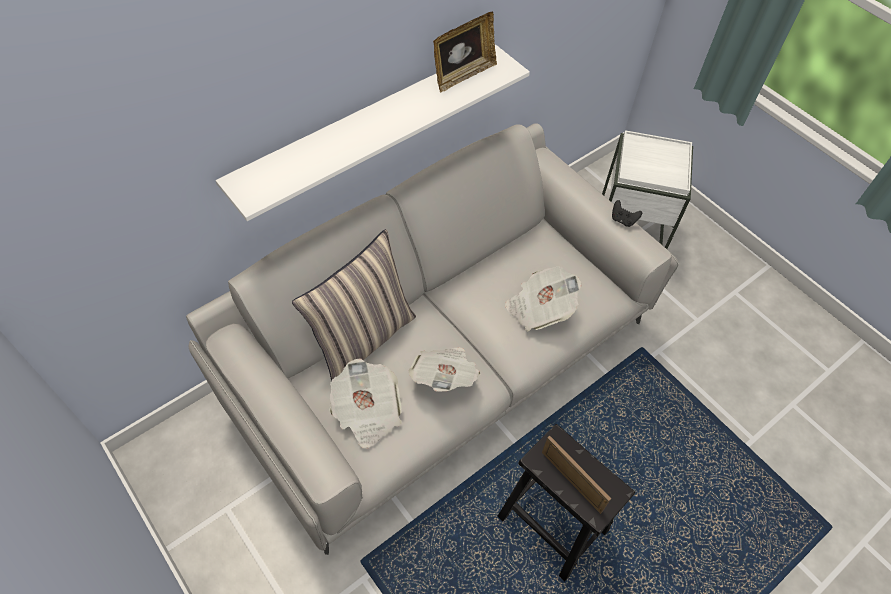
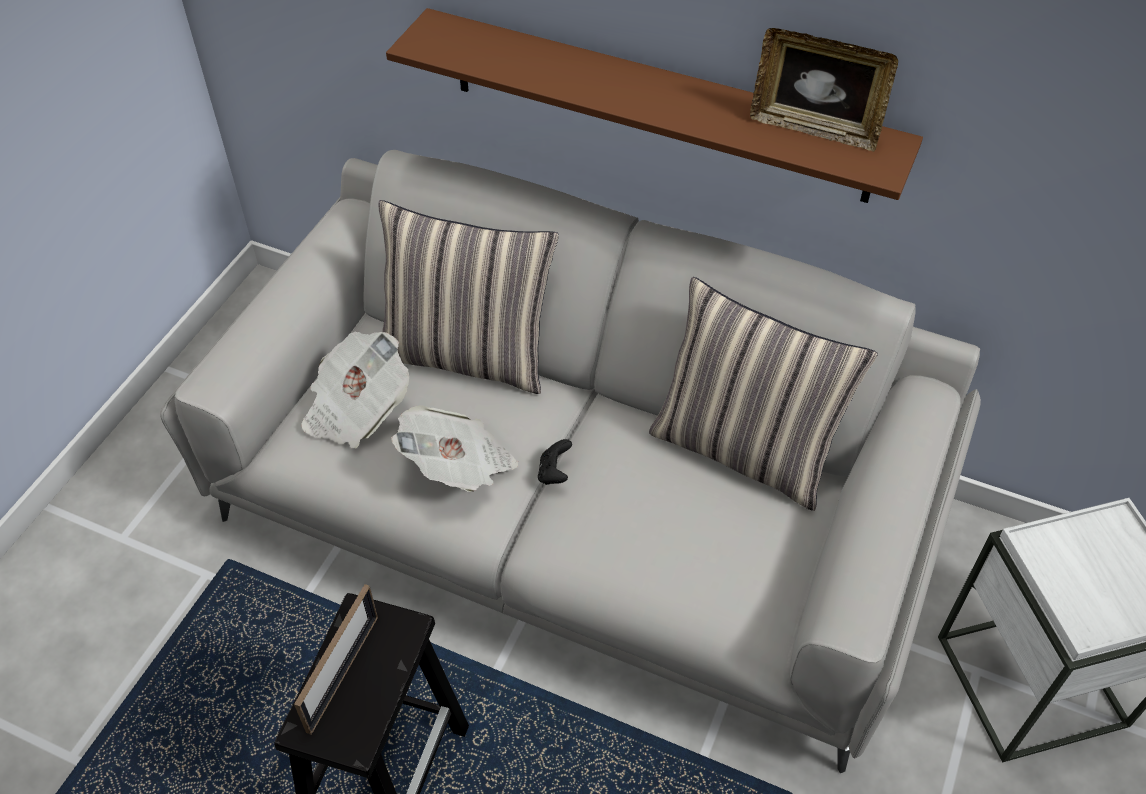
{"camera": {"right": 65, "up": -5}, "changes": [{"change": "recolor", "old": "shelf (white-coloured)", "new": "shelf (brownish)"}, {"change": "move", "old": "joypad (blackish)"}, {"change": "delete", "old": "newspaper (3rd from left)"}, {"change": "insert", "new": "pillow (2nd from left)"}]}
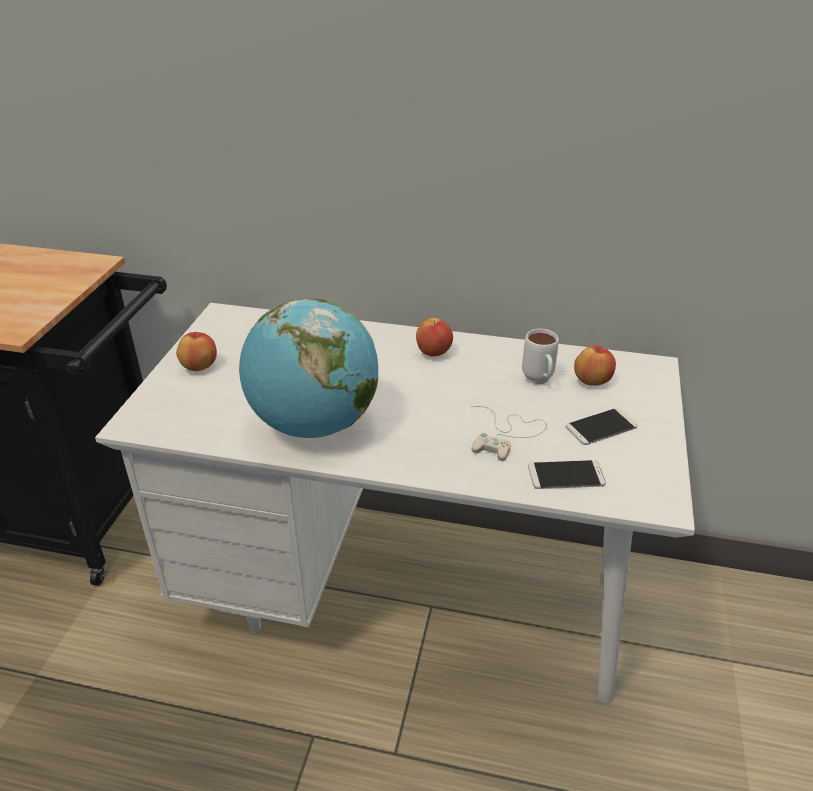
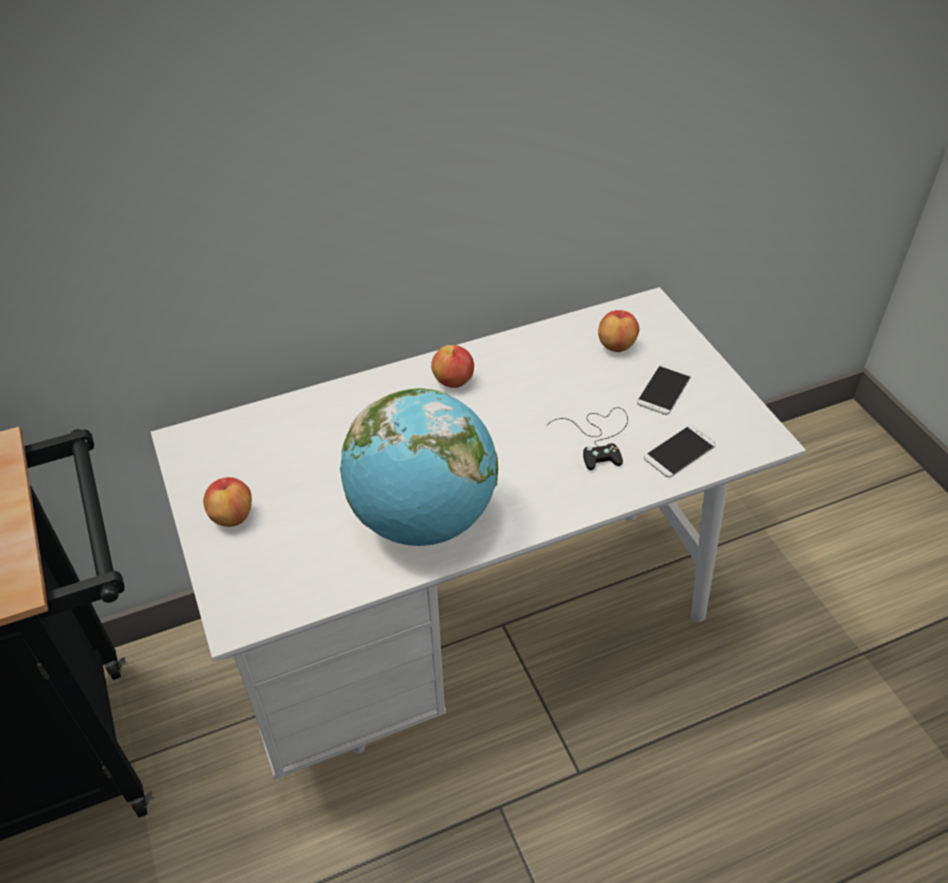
{"camera": {"right": -35, "up": 10}, "changes": [{"change": "delete", "old": "coffee mug (white-coloured)"}, {"change": "recolor", "old": "joypad (white-coloured)", "new": "joypad (blackish)"}]}
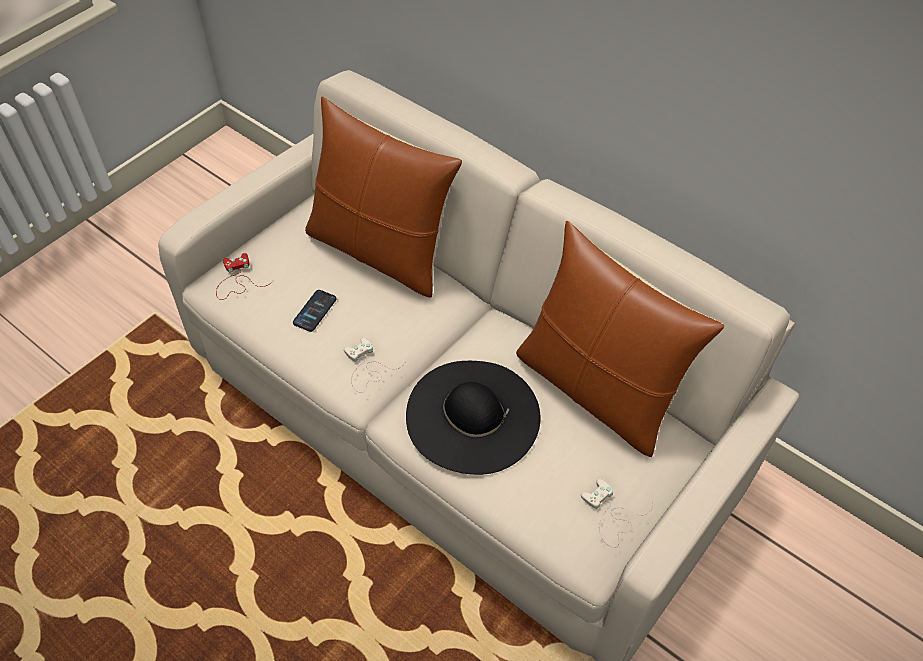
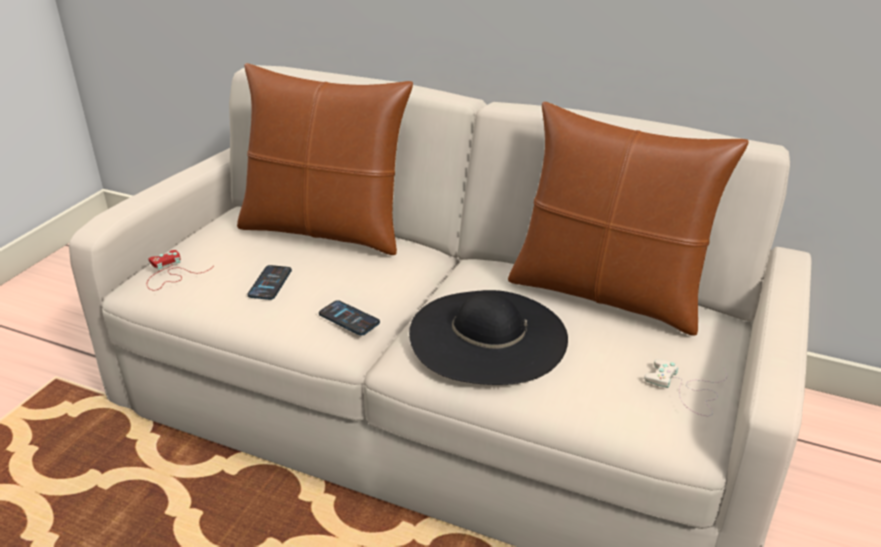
{"camera": {"right": -15, "up": -20}, "changes": [{"change": "replace", "old": "joypad (white-coloured) (1st from left)", "new": "phone (2nd from left)"}]}
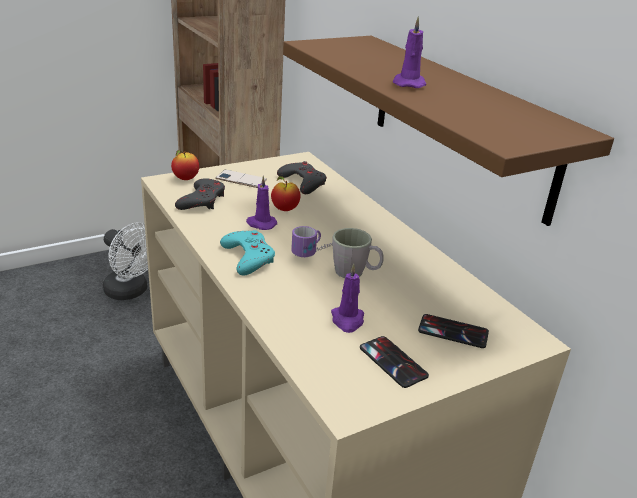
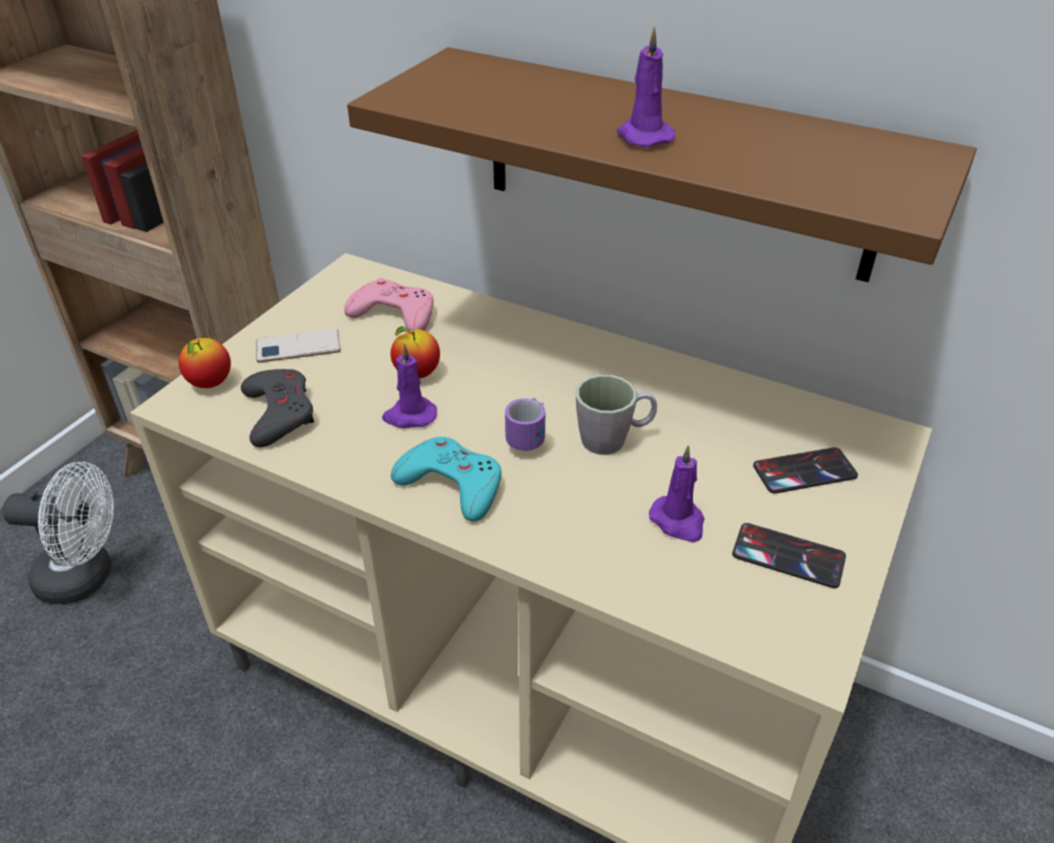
{"camera": {"right": -30, "up": 10}, "changes": [{"change": "recolor", "old": "joypad (greyish) (2nd from left)", "new": "joypad (pink)"}]}
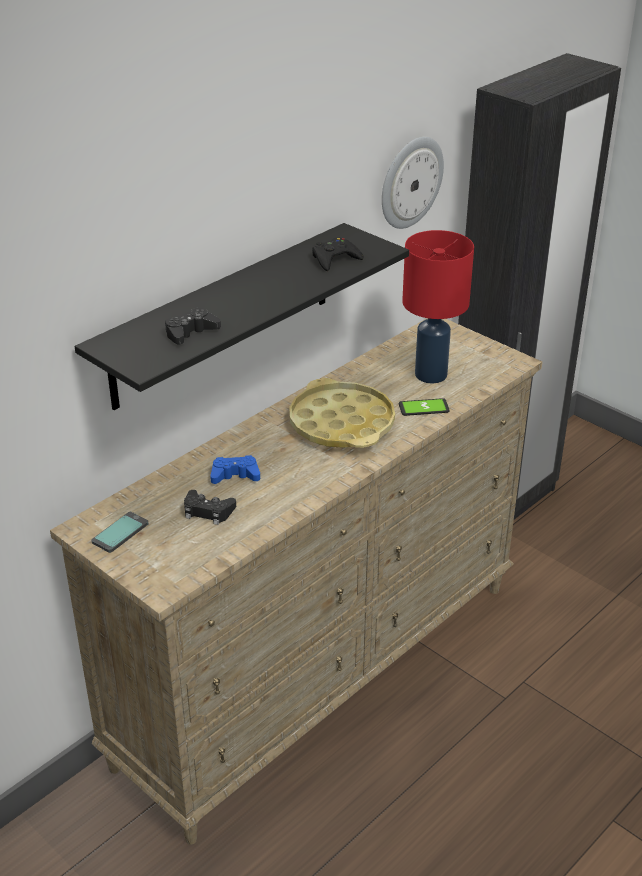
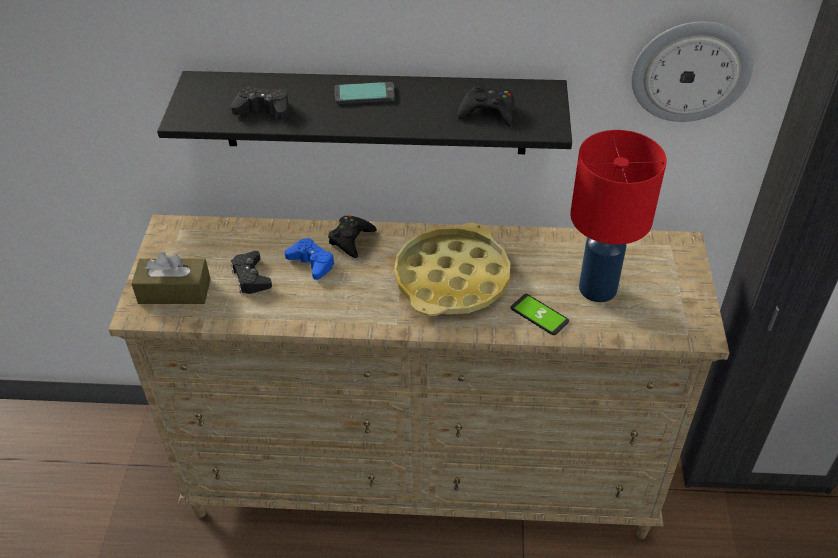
{"camera": {"right": 50, "up": 10}, "changes": [{"change": "move", "old": "phone (1st from left)"}, {"change": "insert", "new": "joypad (blackish) (3rd from left)"}, {"change": "insert", "new": "tissue holder (brownish)"}]}
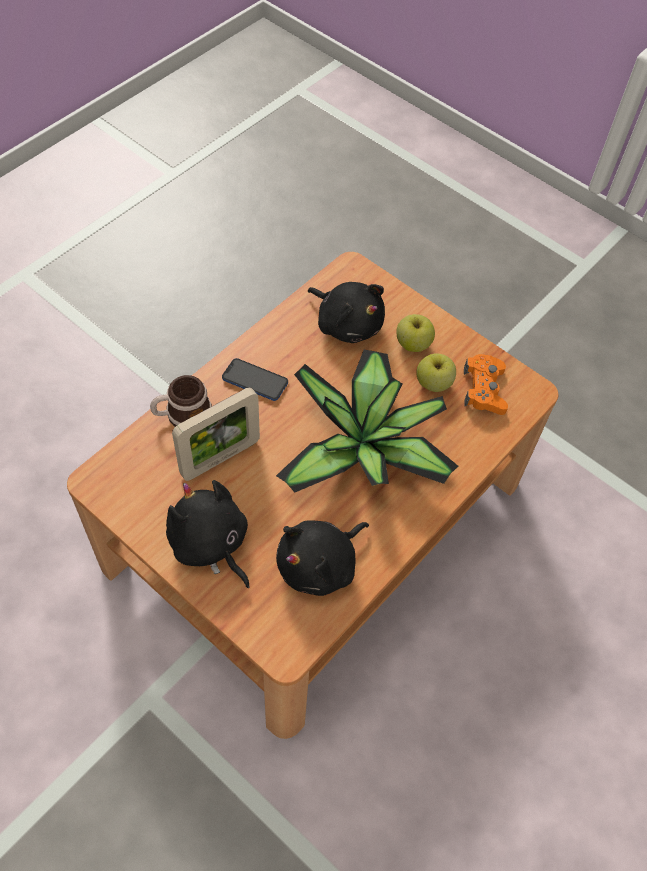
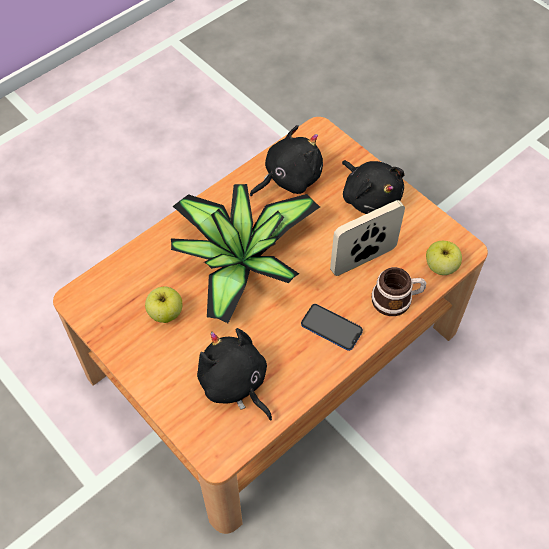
{"camera": {"right": -170, "up": 0}, "changes": [{"change": "move", "old": "apple (1st from left in the first image)", "new": "apple (2nd from left)"}, {"change": "delete", "old": "joypad (orange-coloured)"}]}
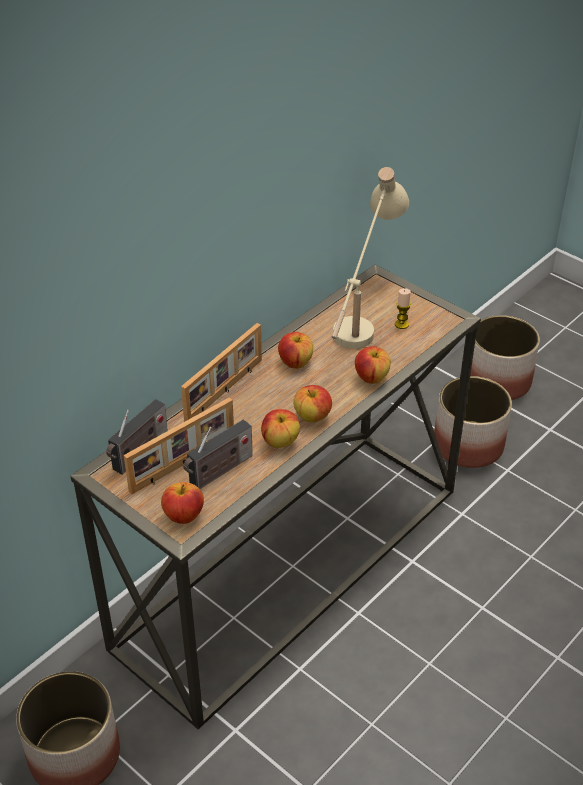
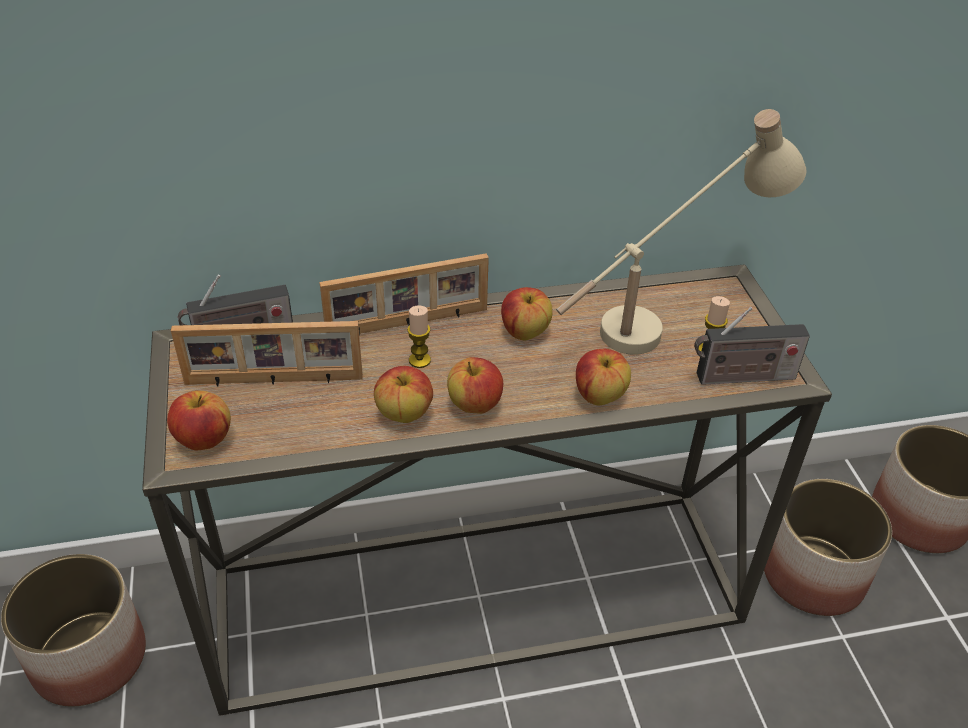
{"camera": {"right": 35, "up": 0}, "changes": [{"change": "move", "old": "radio set (2nd from left)"}, {"change": "insert", "new": "candle (1st from left)"}]}
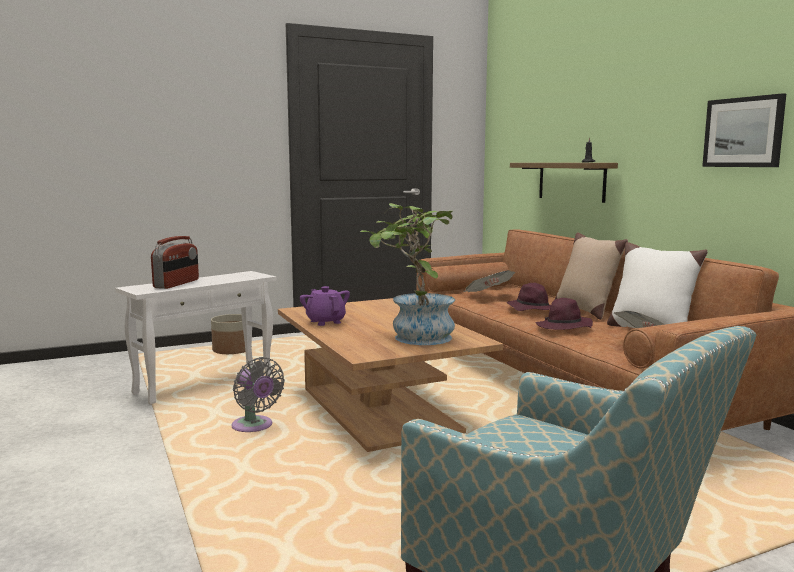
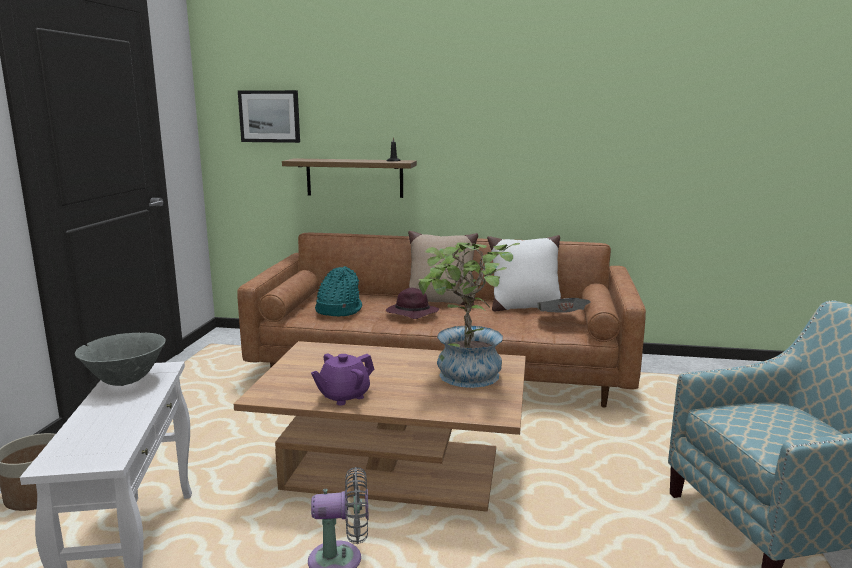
{"camera": {"right": -55, "up": 5}, "changes": [{"change": "move", "old": "picture"}, {"change": "delete", "old": "radio set"}, {"change": "replace", "old": "newspaper (1st from left)", "new": "hat (turquoise)"}, {"change": "rotate", "old": "teapot (purple)", "degrees": -45}, {"change": "delete", "old": "hat (purple) (2nd from left)"}, {"change": "insert", "new": "bowl (greyish)"}]}
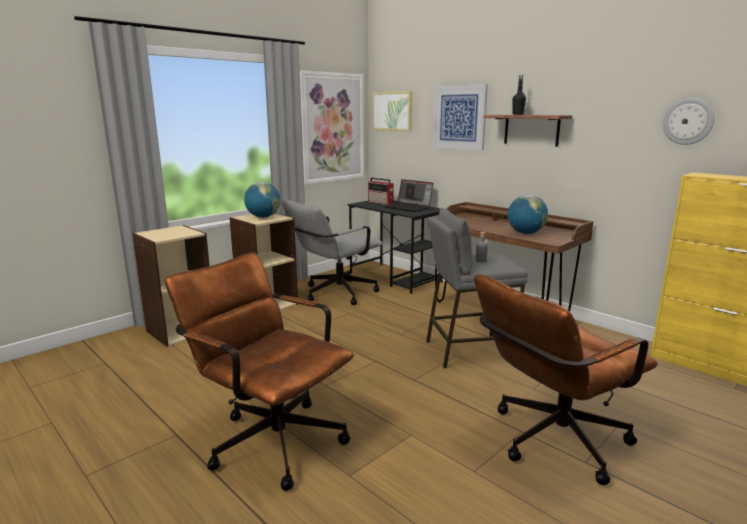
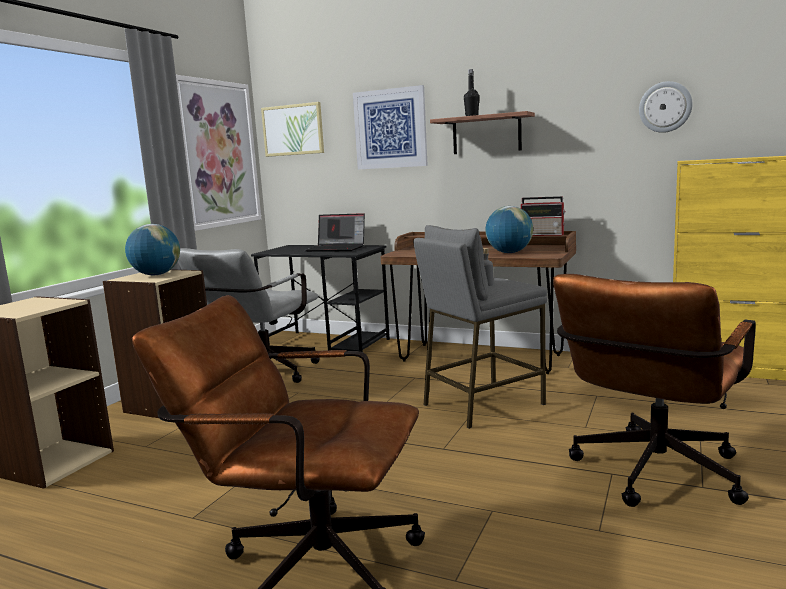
{"camera": {"right": -20, "up": -5}, "changes": [{"change": "move", "old": "radio set"}]}
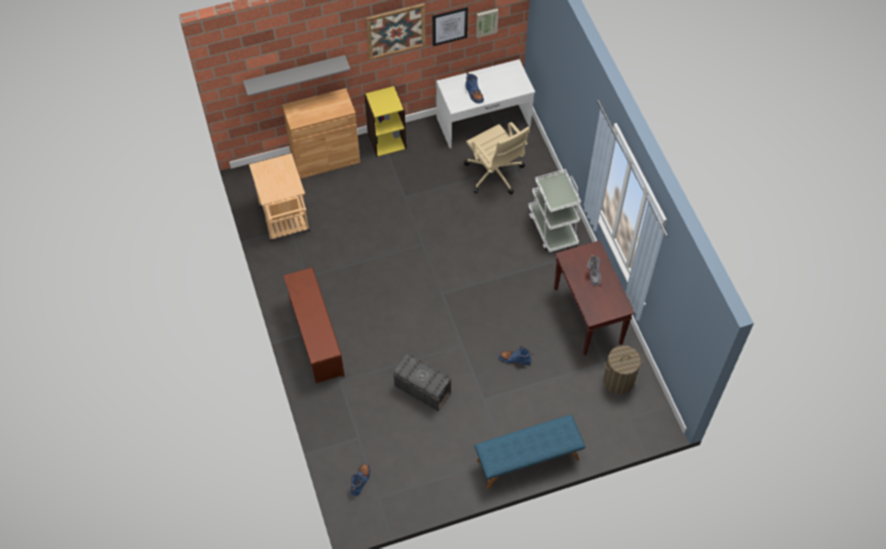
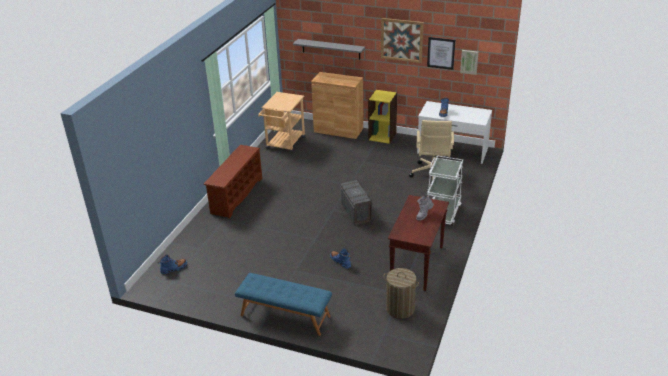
{"camera": {"right": 40, "up": -25}, "changes": [{"change": "move", "old": "storage container (greyish)"}]}
